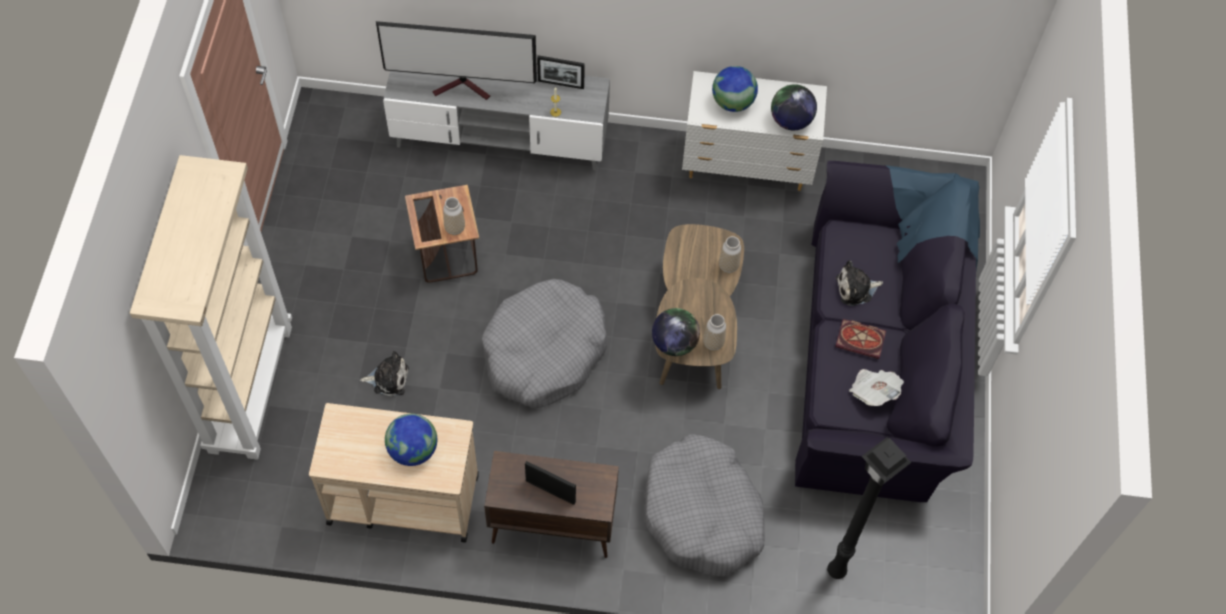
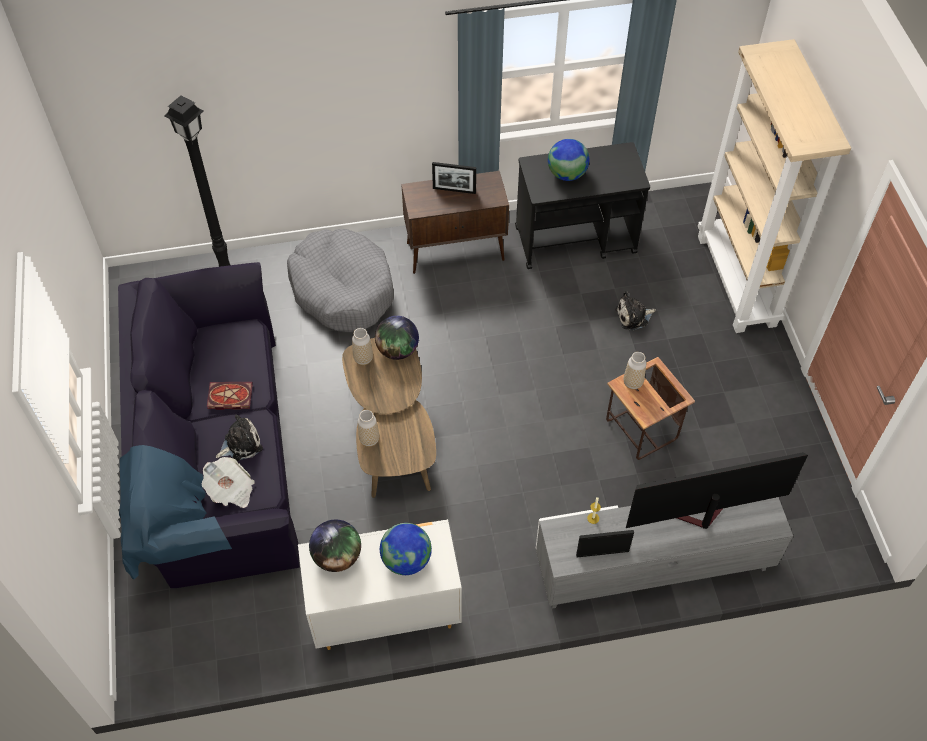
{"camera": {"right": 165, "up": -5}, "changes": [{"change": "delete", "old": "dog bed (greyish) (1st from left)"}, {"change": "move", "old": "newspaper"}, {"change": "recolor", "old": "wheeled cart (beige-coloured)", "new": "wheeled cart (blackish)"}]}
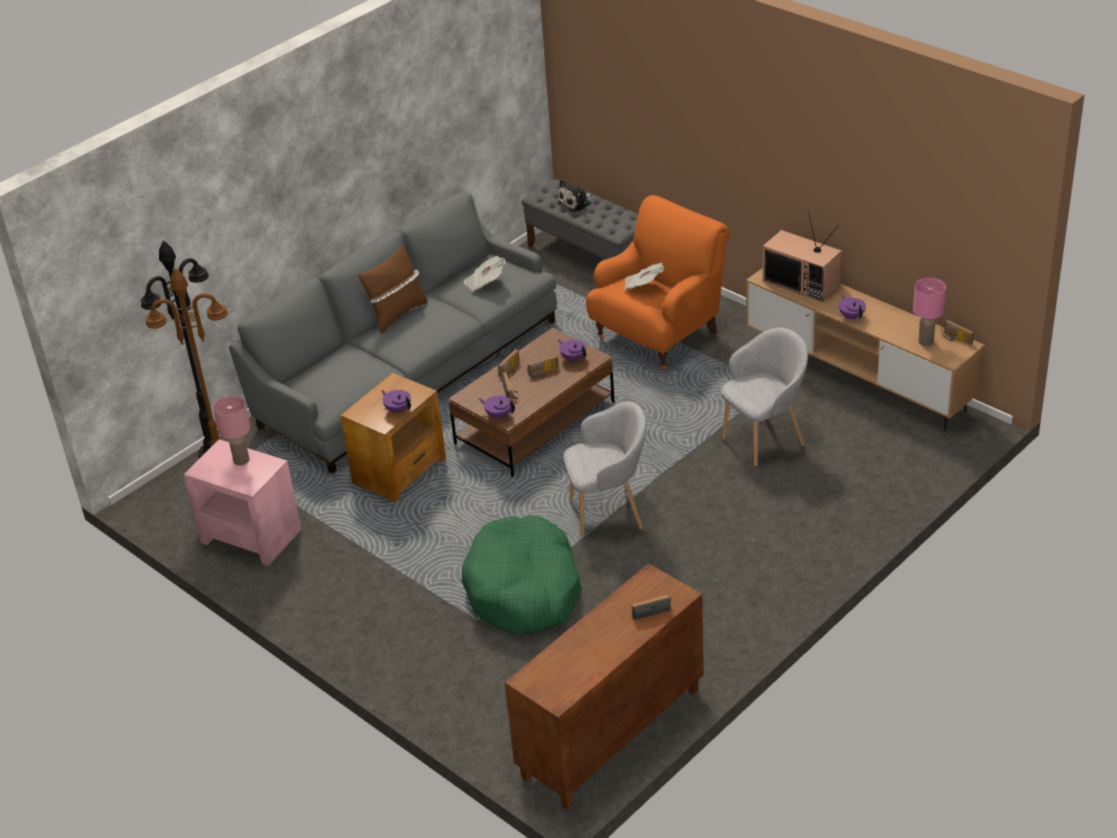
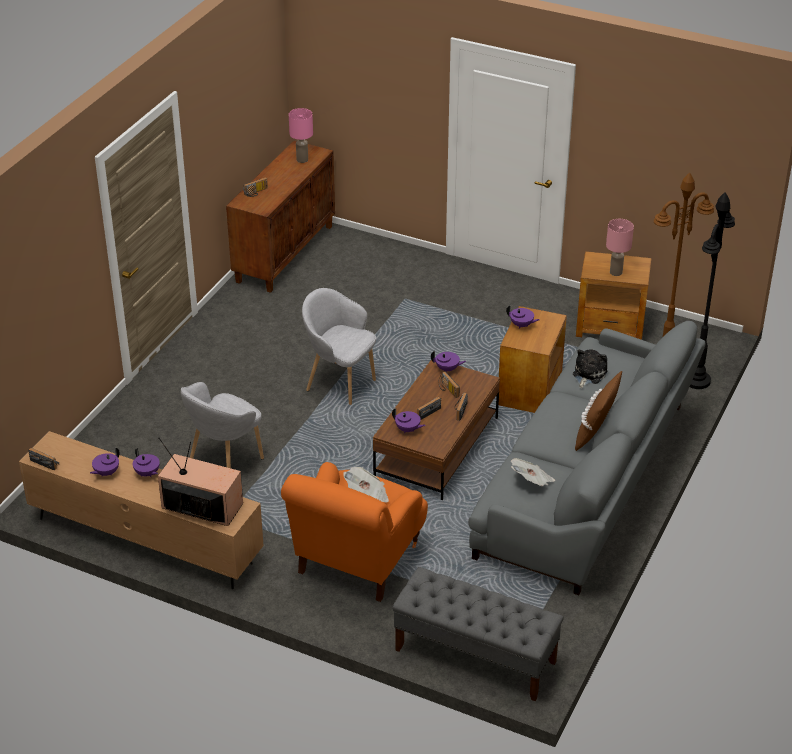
{"camera": {"right": 160, "up": 0}, "changes": [{"change": "move", "old": "soft toy"}, {"change": "move", "old": "lamp for a table (pink) (2nd from left in the first image)", "new": "lamp for a table (pink) (1st from left)"}, {"change": "rotate", "old": "armchair (greyish) (1st from left in the first image)", "degrees": 60}, {"change": "recolor", "old": "side table (pink)", "new": "side table (brownish) (2nd from left)"}, {"change": "delete", "old": "dog bed (green-coloured)"}, {"change": "insert", "new": "teapot (purple) (1st from left)"}]}
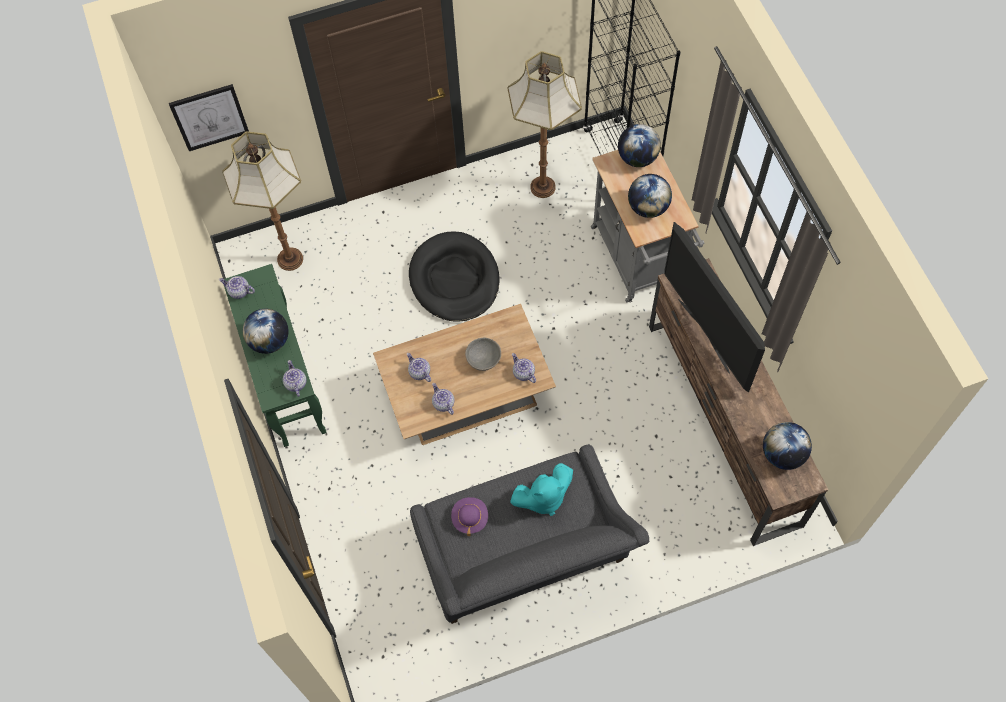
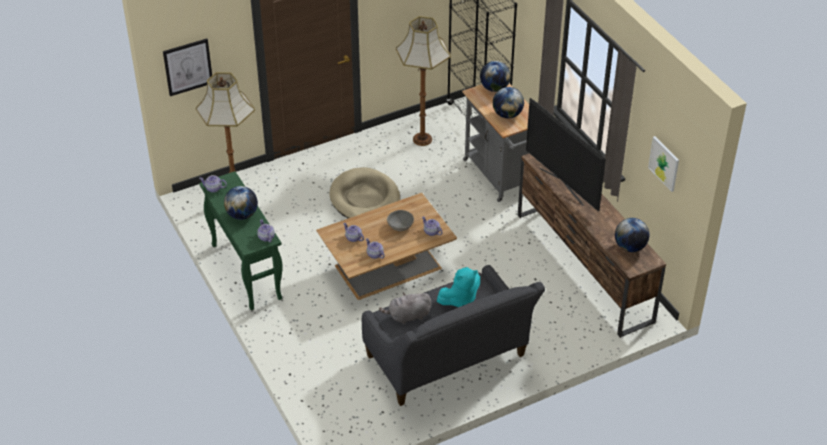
{"camera": {"right": -10, "up": -20}, "changes": [{"change": "recolor", "old": "dog bed (blackish)", "new": "dog bed (beige-coloured)"}, {"change": "replace", "old": "hat (purple)", "new": "soft toy (greyish)"}, {"change": "insert", "new": "picture (2nd from left)"}]}
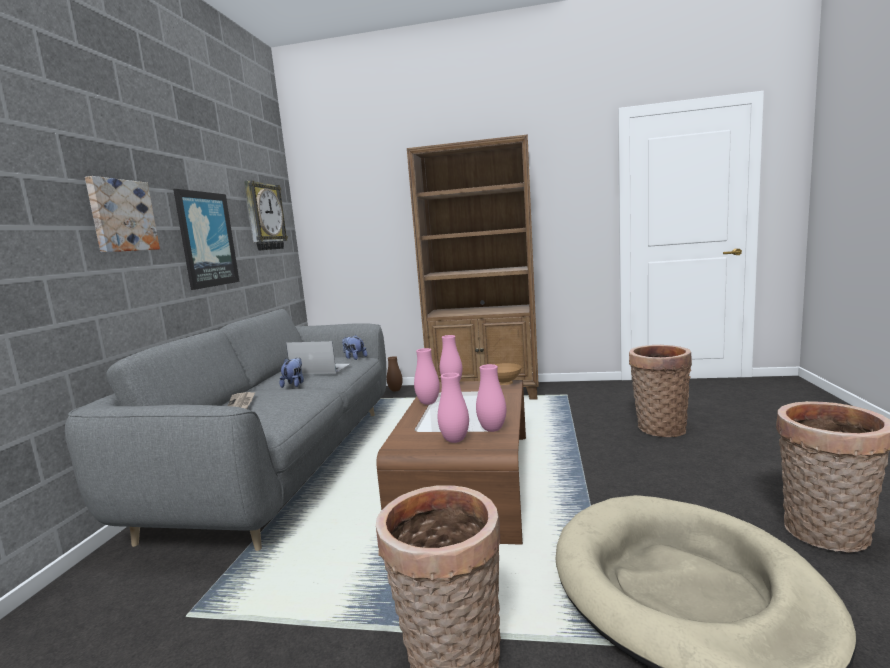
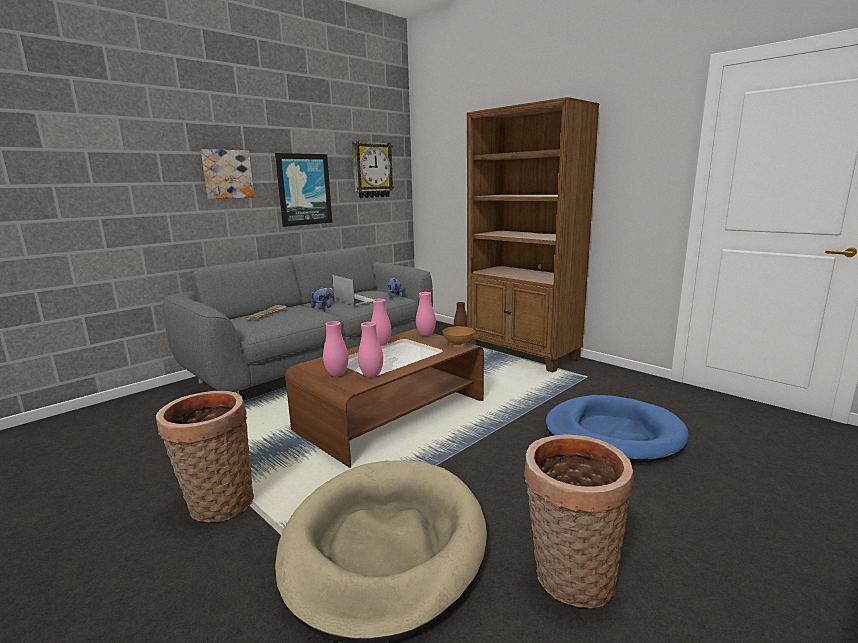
{"camera": {"right": 35, "up": 5}, "changes": [{"change": "replace", "old": "basket (2nd from left)", "new": "dog bed (blue-coloured)"}]}
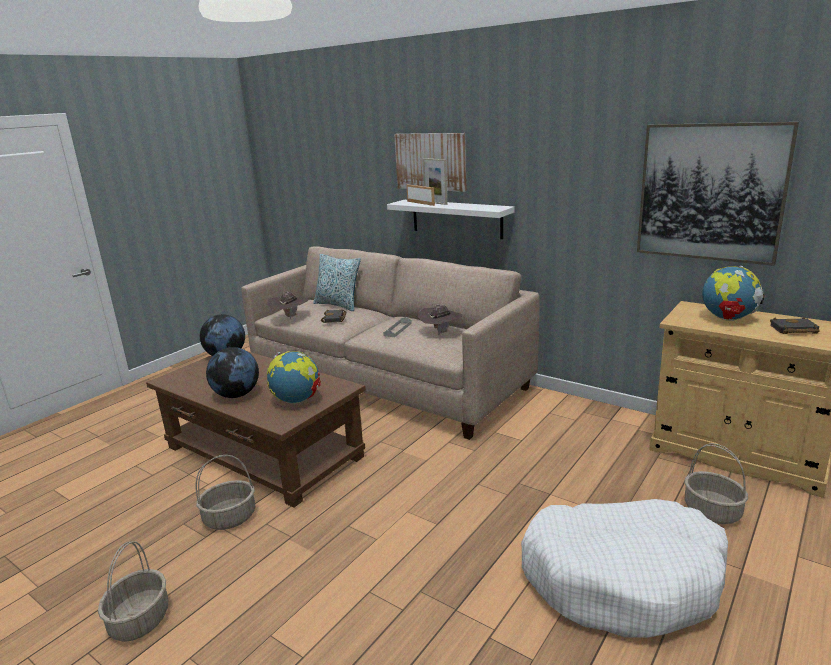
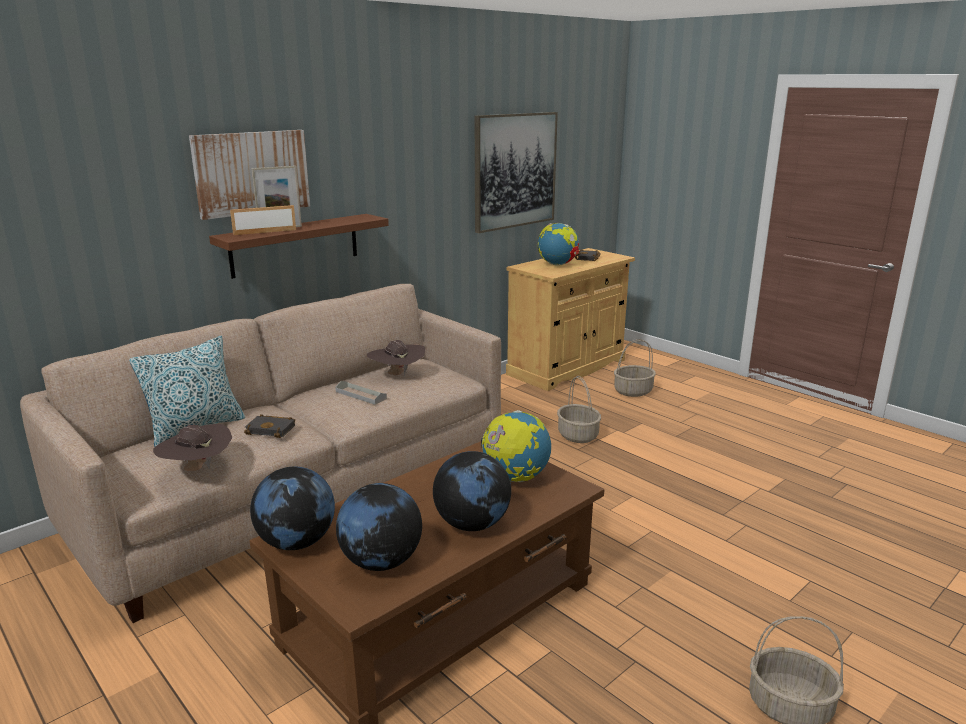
{"camera": {"right": -80, "up": 0}, "changes": [{"change": "recolor", "old": "shelf (white-coloured)", "new": "shelf (brownish)"}, {"change": "move", "old": "basket (2nd from left in the first image)", "new": "basket (1st from left)"}, {"change": "delete", "old": "dog bed (white-coloured)"}, {"change": "insert", "new": "desk globe (2nd from left)"}]}
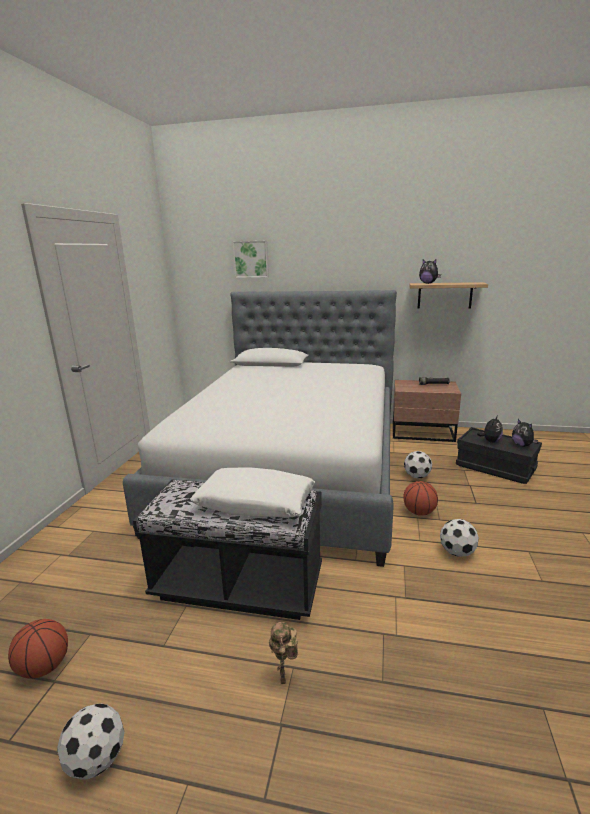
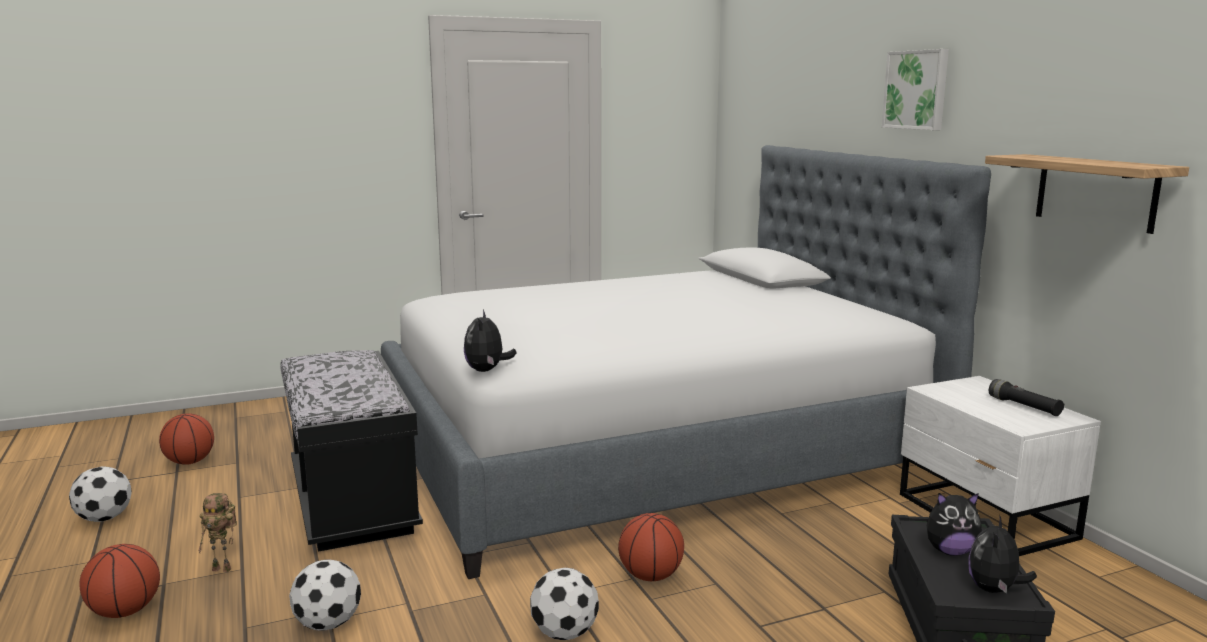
{"camera": {"right": 55, "up": -5}, "changes": [{"change": "move", "old": "picture"}, {"change": "move", "old": "soft toy (1st from left)"}, {"change": "recolor", "old": "bedside table (brownish)", "new": "bedside table (white-coloured)"}, {"change": "move", "old": "ball for football (2nd from left)"}, {"change": "delete", "old": "pillow (white-coloured)"}, {"change": "rotate", "old": "model robot", "degrees": -135}, {"change": "insert", "new": "basketball (1st from left)"}]}
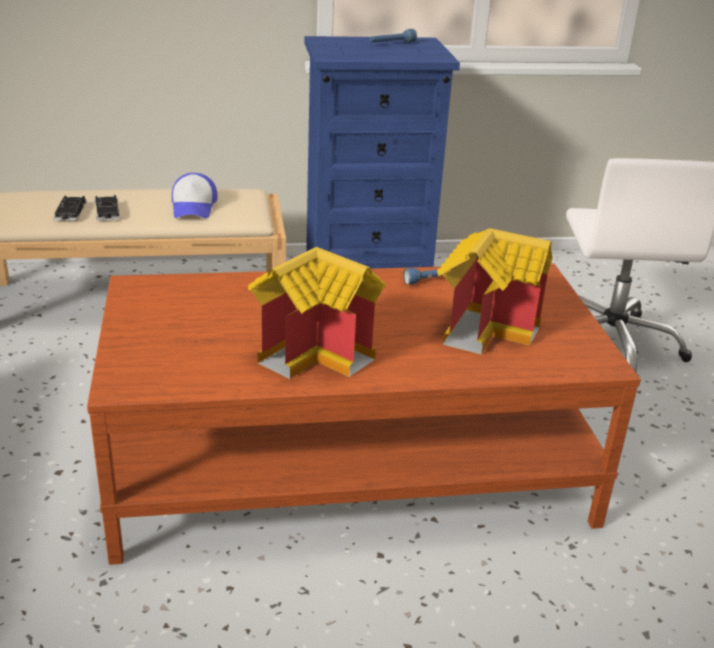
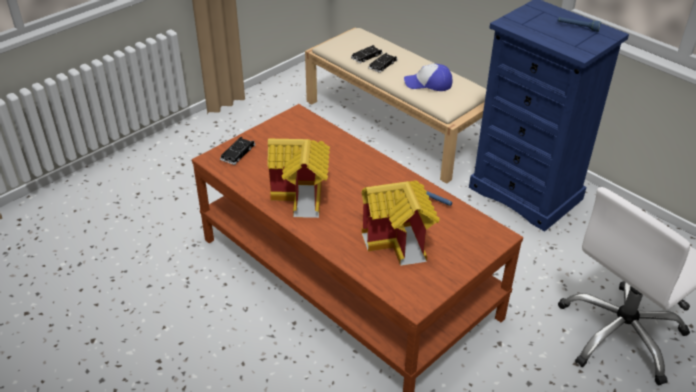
{"camera": {"right": 55, "up": 10}, "changes": [{"change": "rotate", "old": "peaked cap", "degrees": 45}, {"change": "insert", "new": "miniature car (blackish) (1st from left)"}]}
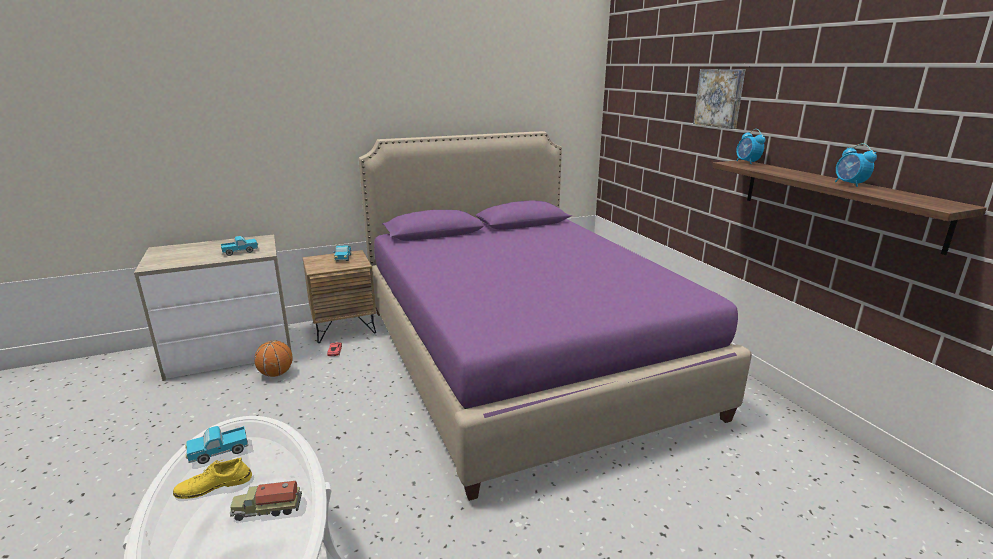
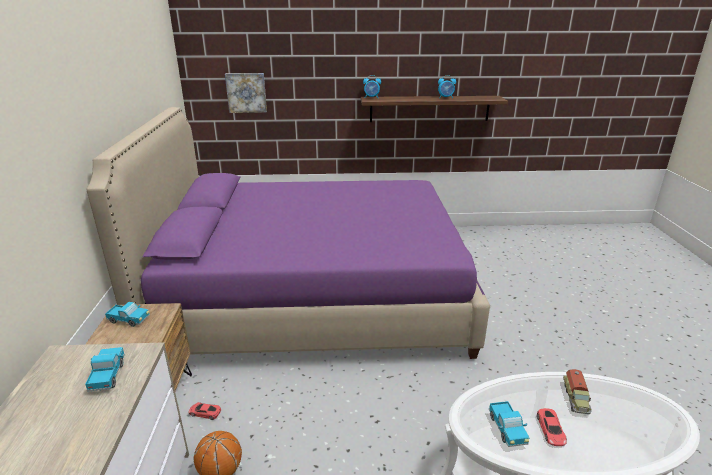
{"camera": {"right": -70, "up": 5}, "changes": [{"change": "move", "old": "picture"}, {"change": "replace", "old": "item of footwear (yellowish)", "new": "miniature car (reddish) (2nd from left)"}]}
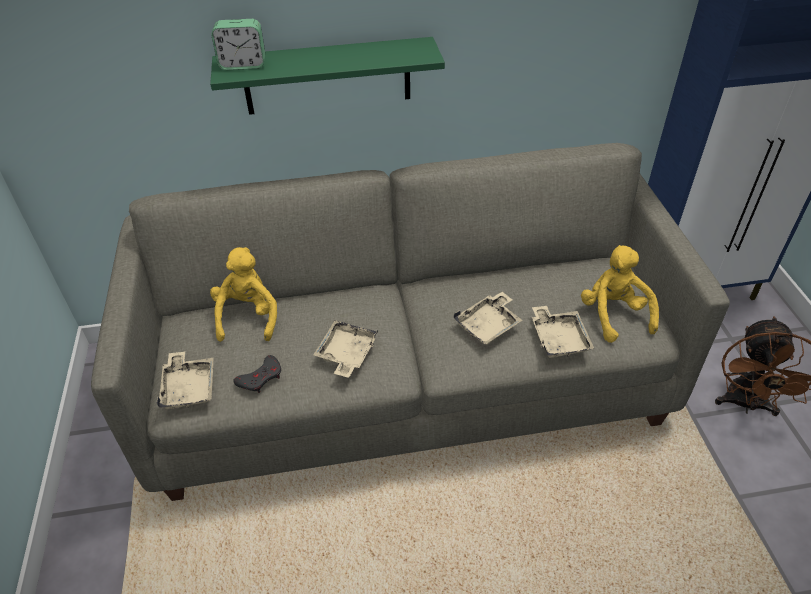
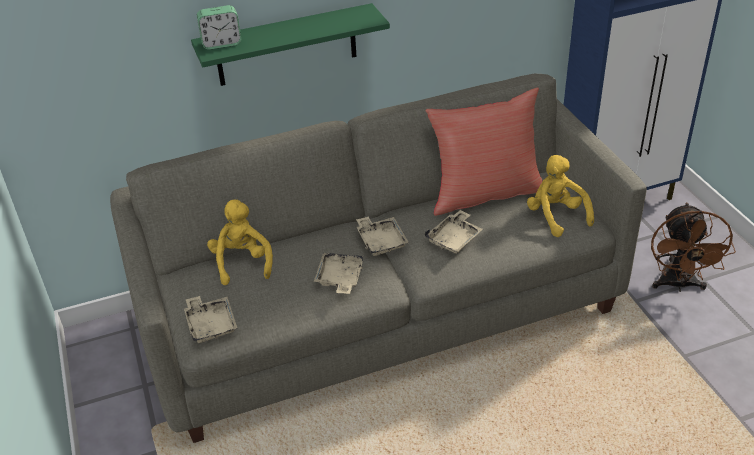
{"camera": {"right": -10, "up": -5}, "changes": [{"change": "move", "old": "tray (beige-coloured) (4th from left in the first image)", "new": "tray (beige-coloured) (3rd from left)"}, {"change": "delete", "old": "joypad (greyish)"}, {"change": "insert", "new": "pillow (reddish)"}]}
